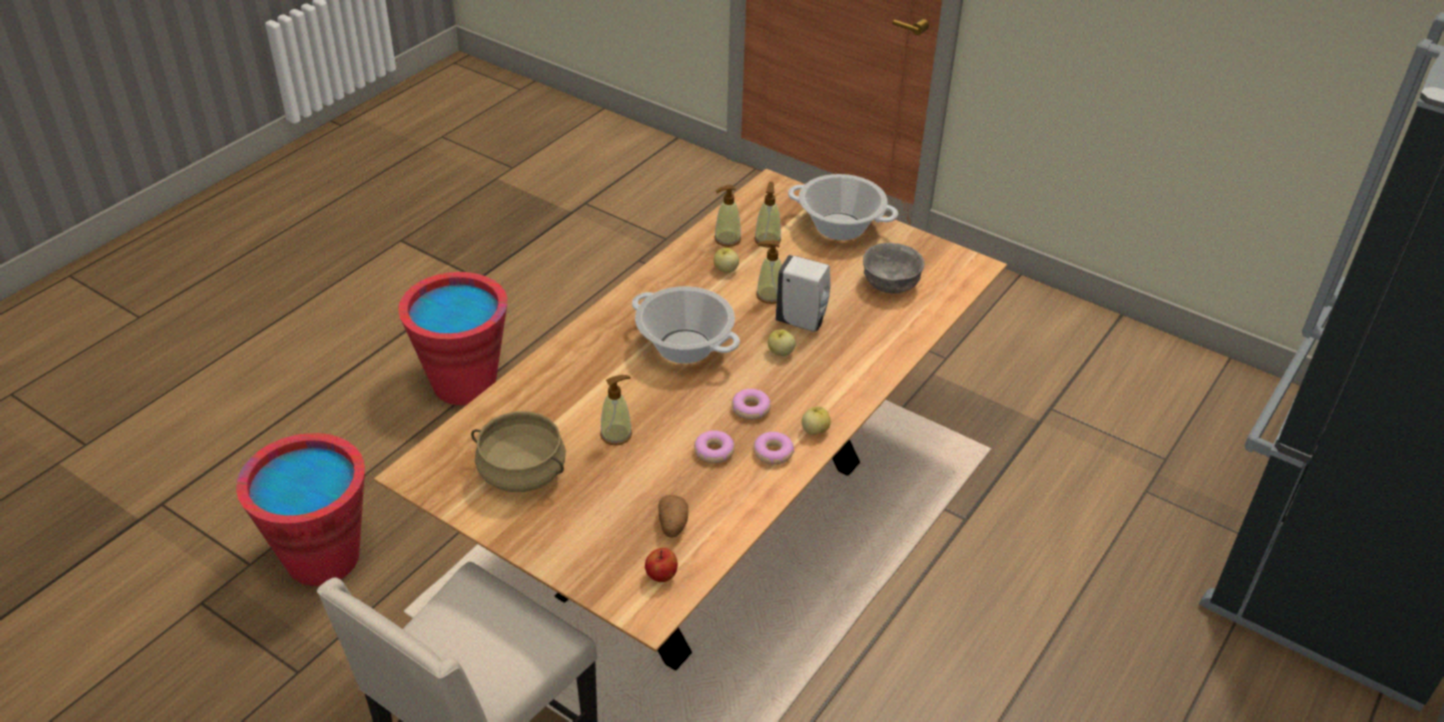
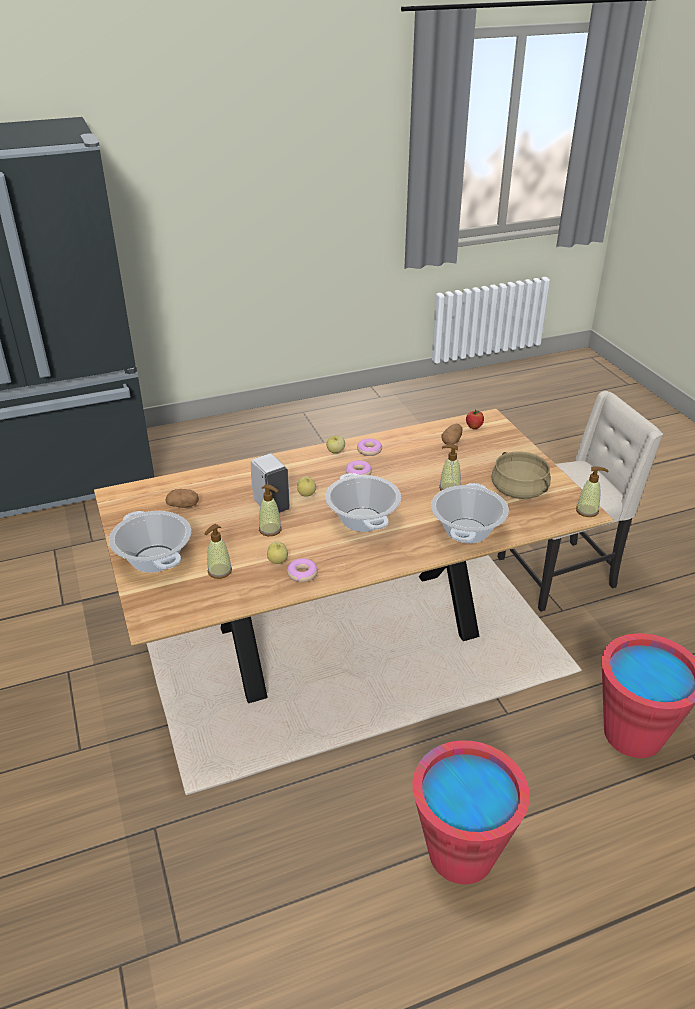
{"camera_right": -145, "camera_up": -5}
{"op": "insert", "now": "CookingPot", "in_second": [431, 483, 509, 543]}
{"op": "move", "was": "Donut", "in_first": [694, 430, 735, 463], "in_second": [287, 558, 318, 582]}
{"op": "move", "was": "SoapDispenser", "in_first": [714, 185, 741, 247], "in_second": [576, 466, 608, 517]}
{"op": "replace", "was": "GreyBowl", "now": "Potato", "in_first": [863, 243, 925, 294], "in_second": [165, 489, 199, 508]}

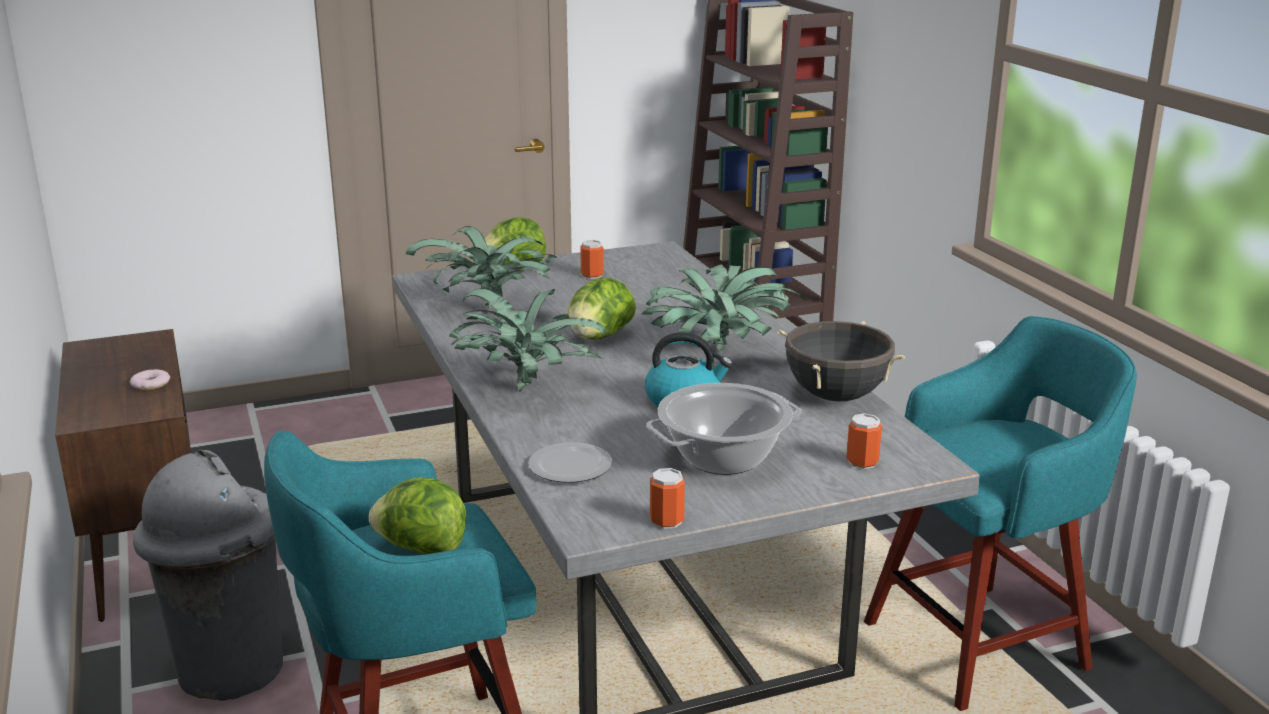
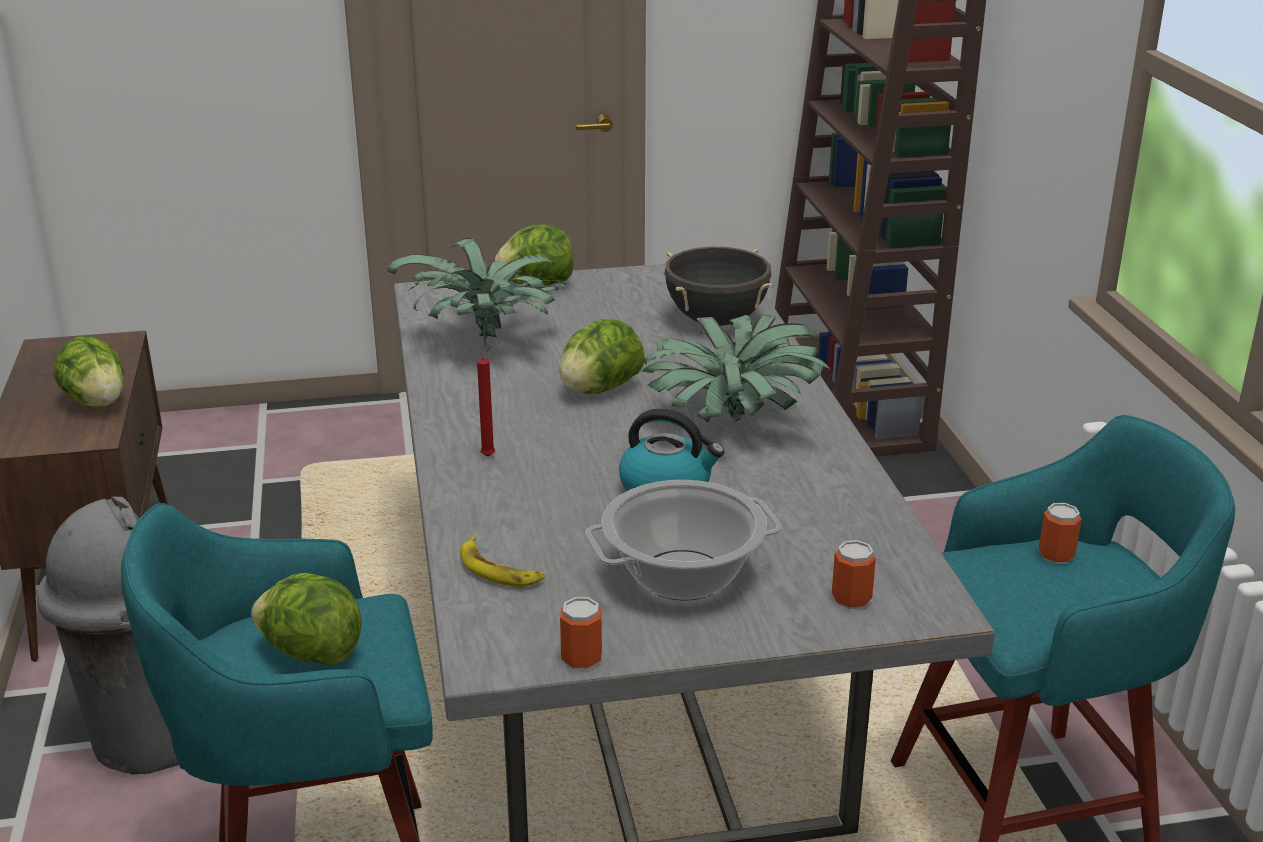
{"camera_right": 10, "camera_up": 5}
{"op": "move", "was": "Can", "in_first": [580, 240, 604, 279], "in_second": [1039, 503, 1082, 564]}
{"op": "move", "was": "BlackCookingPot", "in_first": [778, 321, 905, 401], "in_second": [664, 247, 773, 326]}
{"op": "replace", "was": "Donut", "now": "Lettuce", "in_first": [130, 369, 170, 390], "in_second": [53, 336, 124, 408]}
{"op": "replace", "was": "PottedPlant", "now": "RedCandle", "in_first": [449, 288, 606, 392], "in_second": [477, 346, 495, 457]}
{"op": "replace", "was": "Plate", "now": "Banana", "in_first": [529, 442, 612, 483], "in_second": [460, 535, 545, 587]}

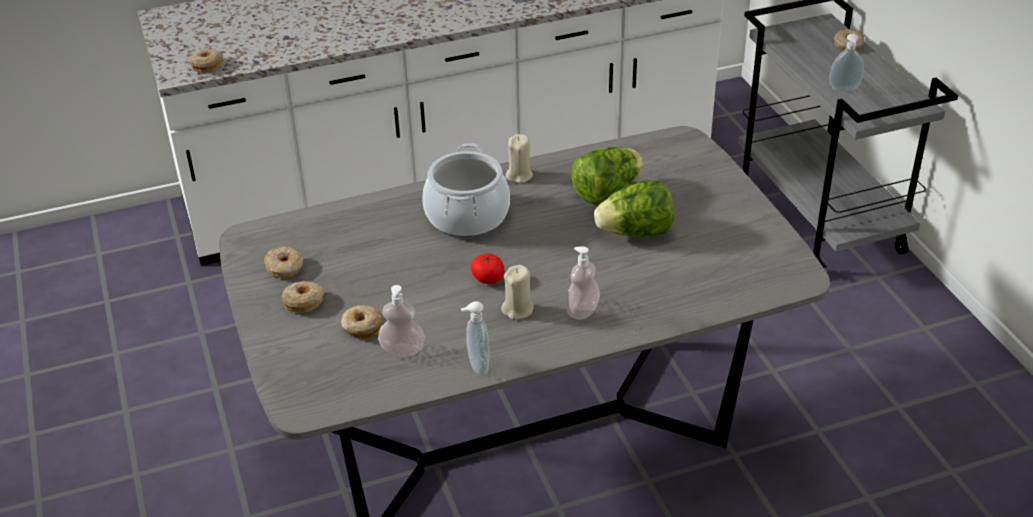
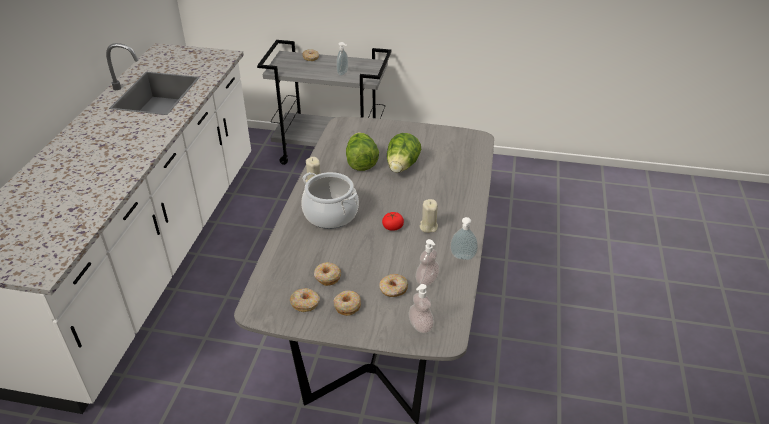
{"camera_right": -60, "camera_up": 0}
{"op": "move", "was": "Donut", "in_first": [190, 49, 223, 73], "in_second": [314, 262, 341, 286]}
{"op": "move", "was": "SoapDispenser", "in_first": [565, 246, 600, 320], "in_second": [409, 284, 434, 333]}

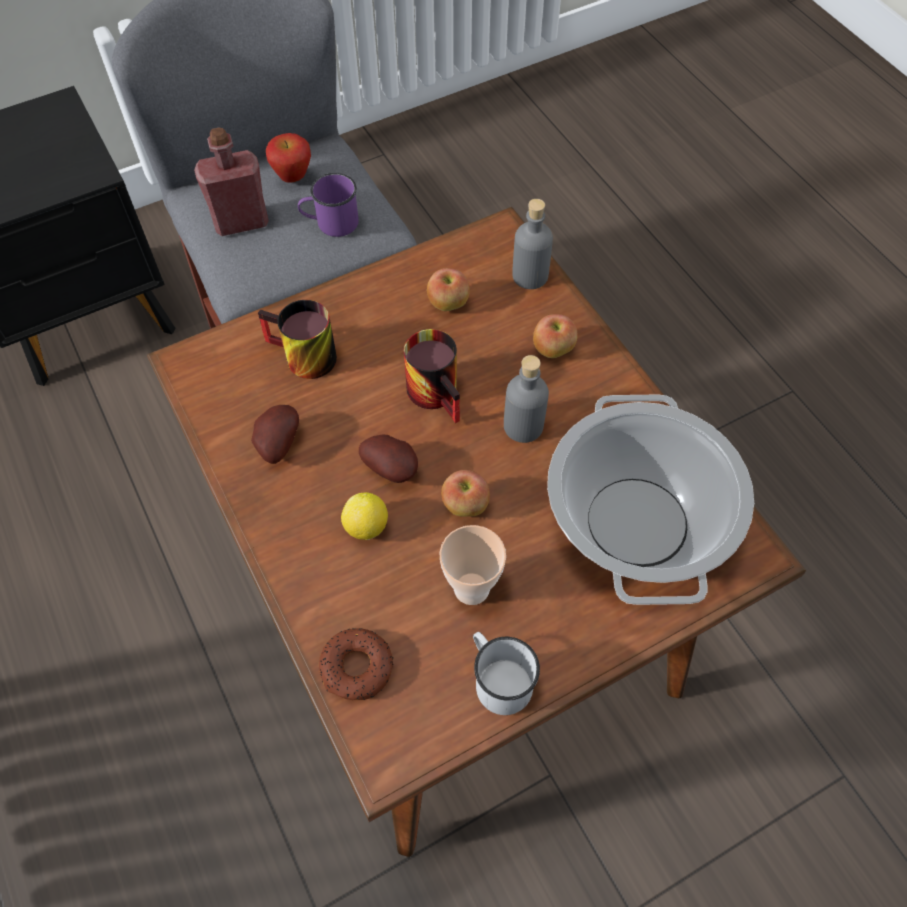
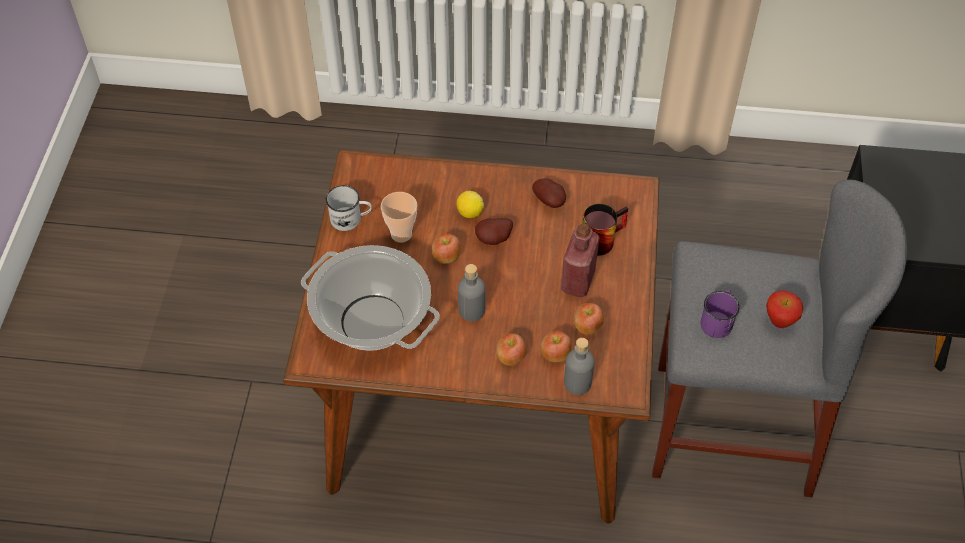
{"camera_right": 125, "camera_up": -5}
{"op": "delete", "was": "Donut", "in_first": [319, 628, 393, 700]}
{"op": "delete", "was": "Mug", "in_first": [404, 329, 460, 423]}
{"op": "insert", "now": "Apple", "in_second": [541, 331, 572, 362]}
{"op": "move", "was": "RedBottle", "in_first": [194, 128, 269, 236], "in_second": [561, 223, 600, 297]}

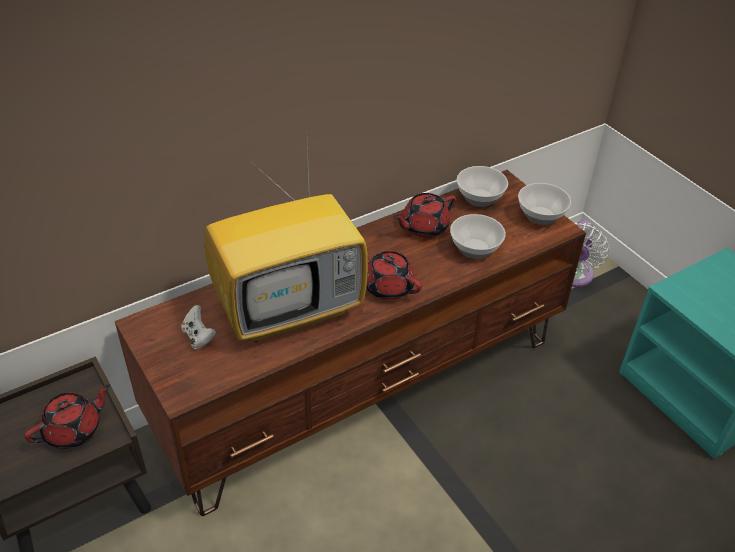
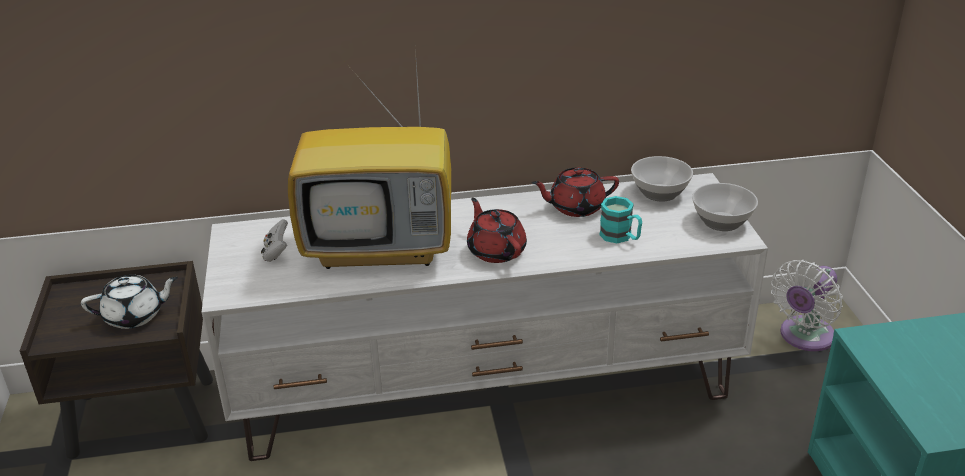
{"camera_right": 25, "camera_up": -10}
{"op": "replace", "was": "Bowl", "now": "TurquoiseMug", "in_first": [450, 214, 506, 259], "in_second": [599, 196, 642, 243]}
{"op": "recolor", "was": "RedTeapot", "now": "WhiteTeapot", "in_first": [24, 384, 111, 449], "in_second": [81, 275, 178, 329]}
{"op": "recolor", "was": "BrownTvStand", "now": "WhiteTvStand", "in_first": [115, 170, 586, 516], "in_second": [202, 173, 768, 461]}

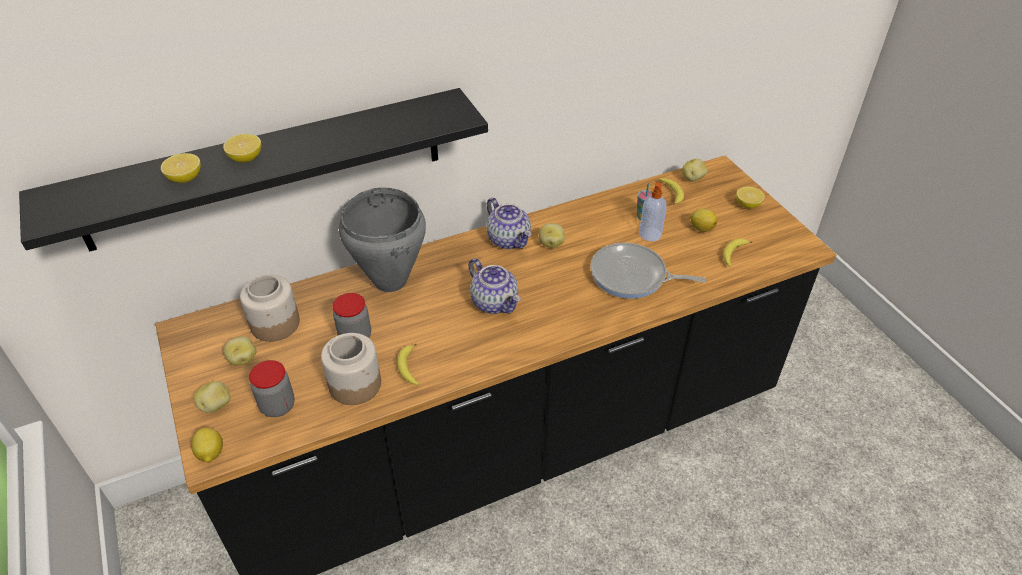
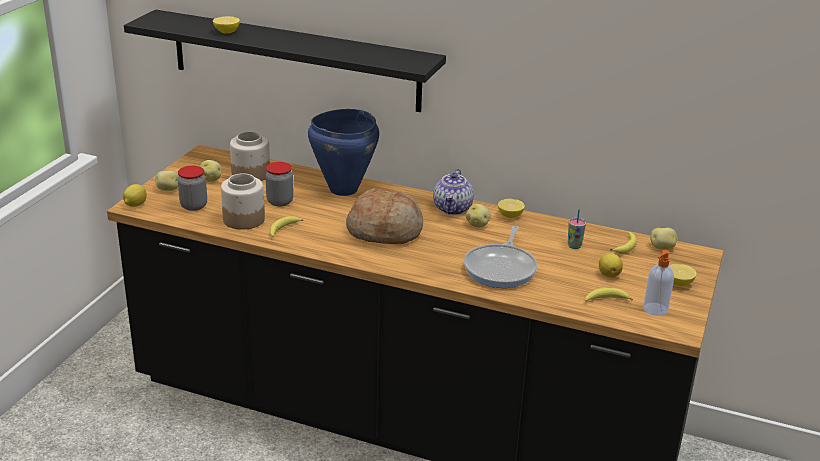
{"camera_right": 45, "camera_up": -15}
{"op": "move", "was": "Lemon", "in_first": [223, 134, 261, 162], "in_second": [498, 199, 525, 218]}
{"op": "move", "was": "SoapDispenser", "in_first": [639, 182, 667, 241], "in_second": [643, 250, 674, 316]}
{"op": "replace", "was": "Teapot", "now": "Bread", "in_first": [469, 258, 521, 314], "in_second": [346, 188, 423, 244]}
{"op": "recolor", "was": "GreyCookingPot", "now": "BlueCookingPot", "in_first": [339, 187, 426, 292], "in_second": [308, 109, 379, 196]}
{"op": "rotate", "was": "FryingPan", "in_first": [590, 243, 707, 299], "in_second": [464, 226, 537, 288], "clockwise": -135}

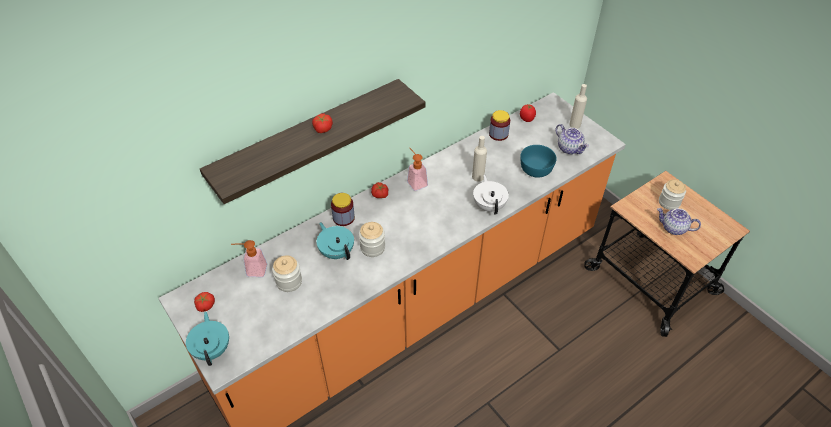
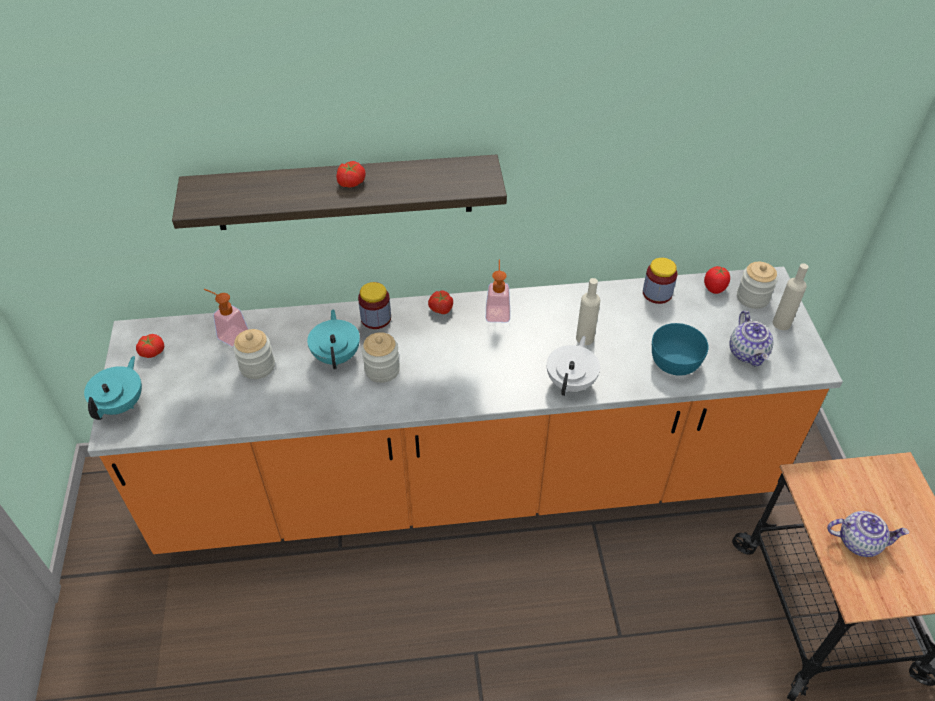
{"camera_right": 30, "camera_up": 0}
{"op": "move", "was": "Jar", "in_first": [659, 180, 686, 210], "in_second": [737, 262, 778, 309]}
{"op": "rotate", "was": "Teapot", "in_first": [657, 208, 701, 235], "in_second": [827, 511, 909, 557], "clockwise": 135}

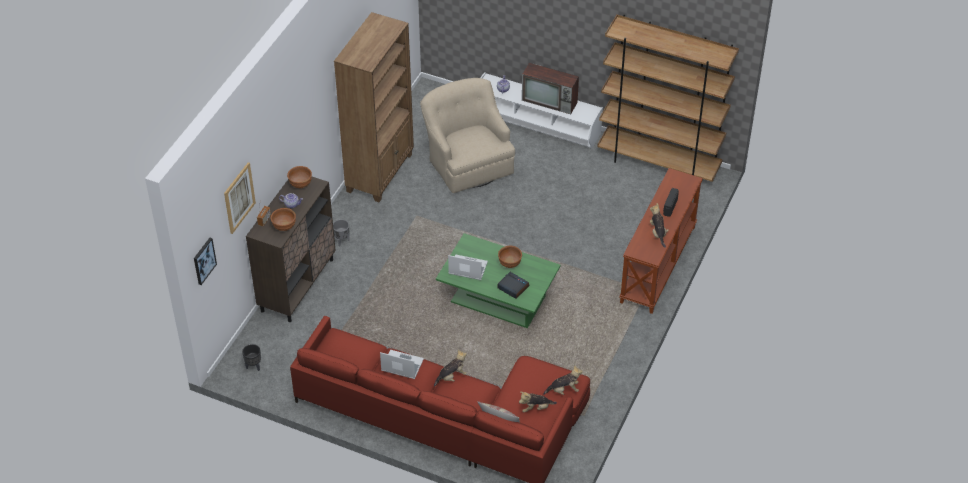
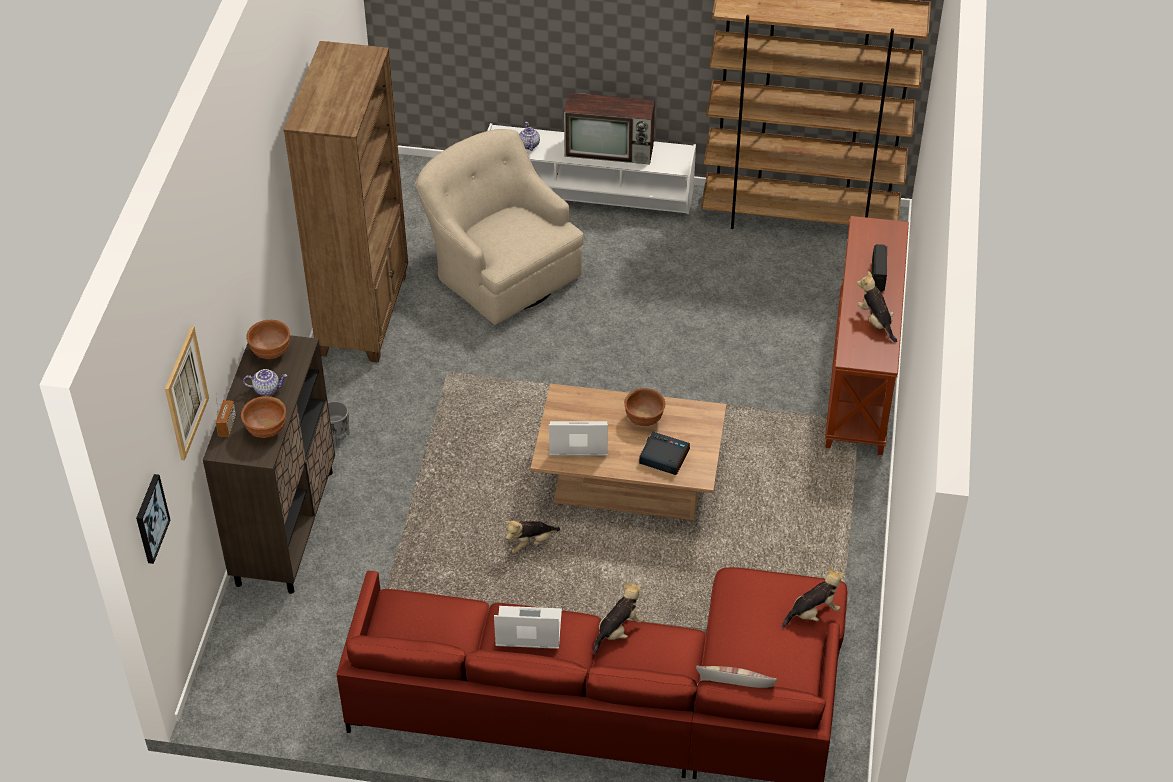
{"camera_right": -15, "camera_up": 0}
{"op": "delete", "was": "BlackPlanter", "in_first": [242, 344, 261, 371]}
{"op": "move", "was": "PlushToy", "in_first": [519, 392, 557, 412], "in_second": [505, 521, 560, 553]}
{"op": "recolor", "was": "GreenCoffeeTable", "now": "BrownCoffeeTable", "in_first": [436, 233, 561, 328], "in_second": [530, 384, 726, 520]}

